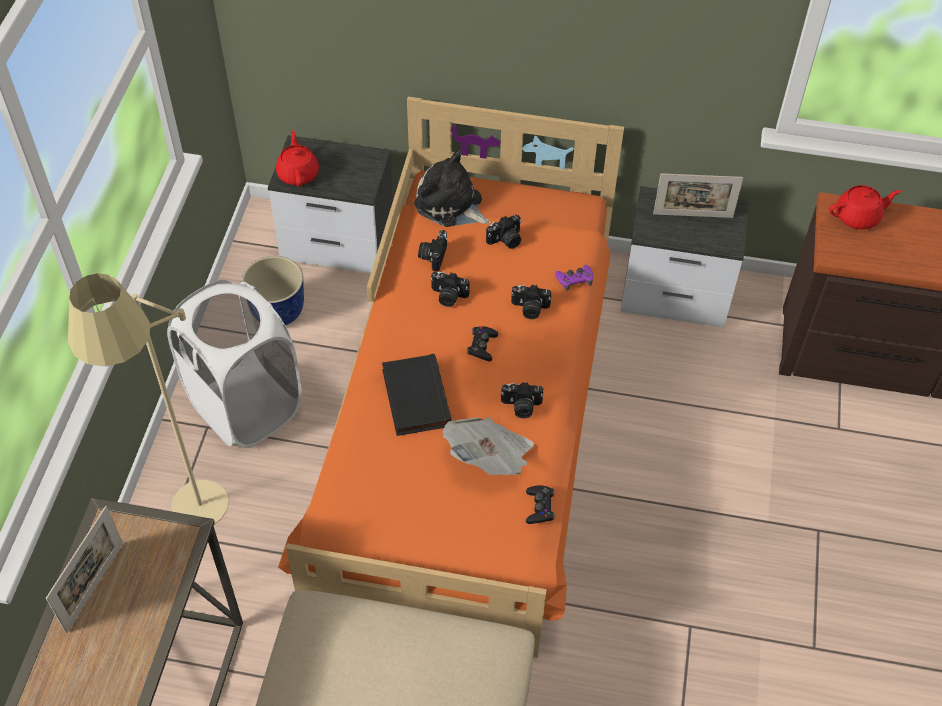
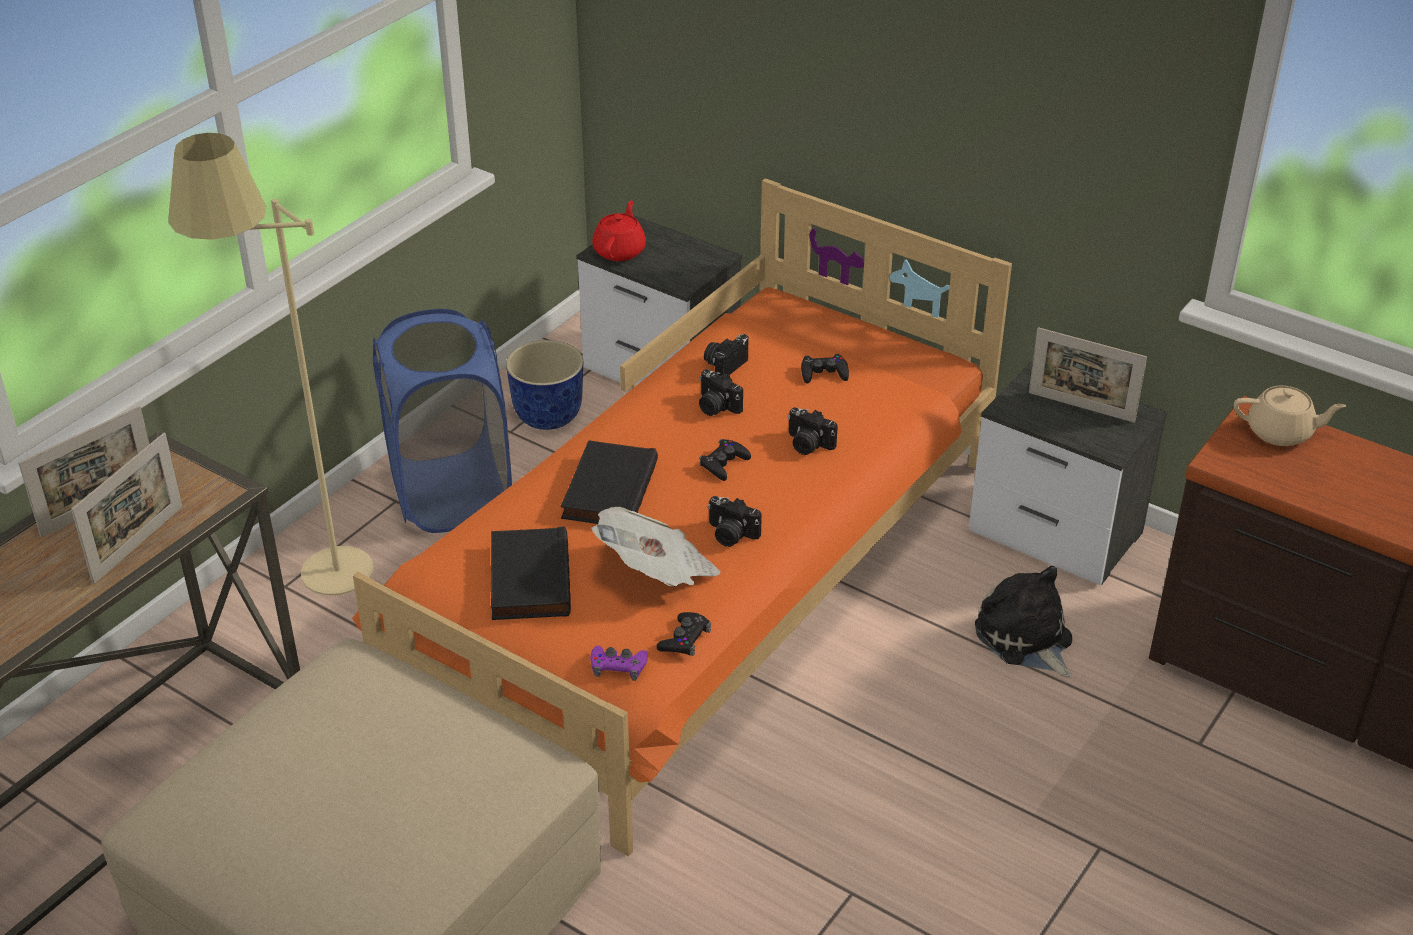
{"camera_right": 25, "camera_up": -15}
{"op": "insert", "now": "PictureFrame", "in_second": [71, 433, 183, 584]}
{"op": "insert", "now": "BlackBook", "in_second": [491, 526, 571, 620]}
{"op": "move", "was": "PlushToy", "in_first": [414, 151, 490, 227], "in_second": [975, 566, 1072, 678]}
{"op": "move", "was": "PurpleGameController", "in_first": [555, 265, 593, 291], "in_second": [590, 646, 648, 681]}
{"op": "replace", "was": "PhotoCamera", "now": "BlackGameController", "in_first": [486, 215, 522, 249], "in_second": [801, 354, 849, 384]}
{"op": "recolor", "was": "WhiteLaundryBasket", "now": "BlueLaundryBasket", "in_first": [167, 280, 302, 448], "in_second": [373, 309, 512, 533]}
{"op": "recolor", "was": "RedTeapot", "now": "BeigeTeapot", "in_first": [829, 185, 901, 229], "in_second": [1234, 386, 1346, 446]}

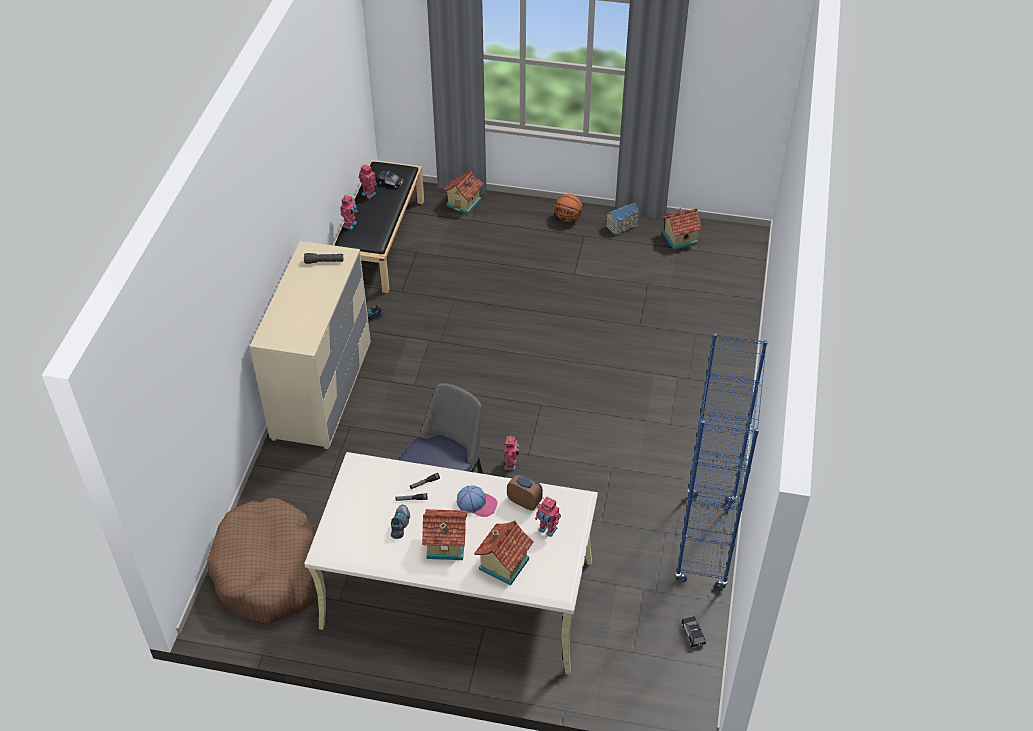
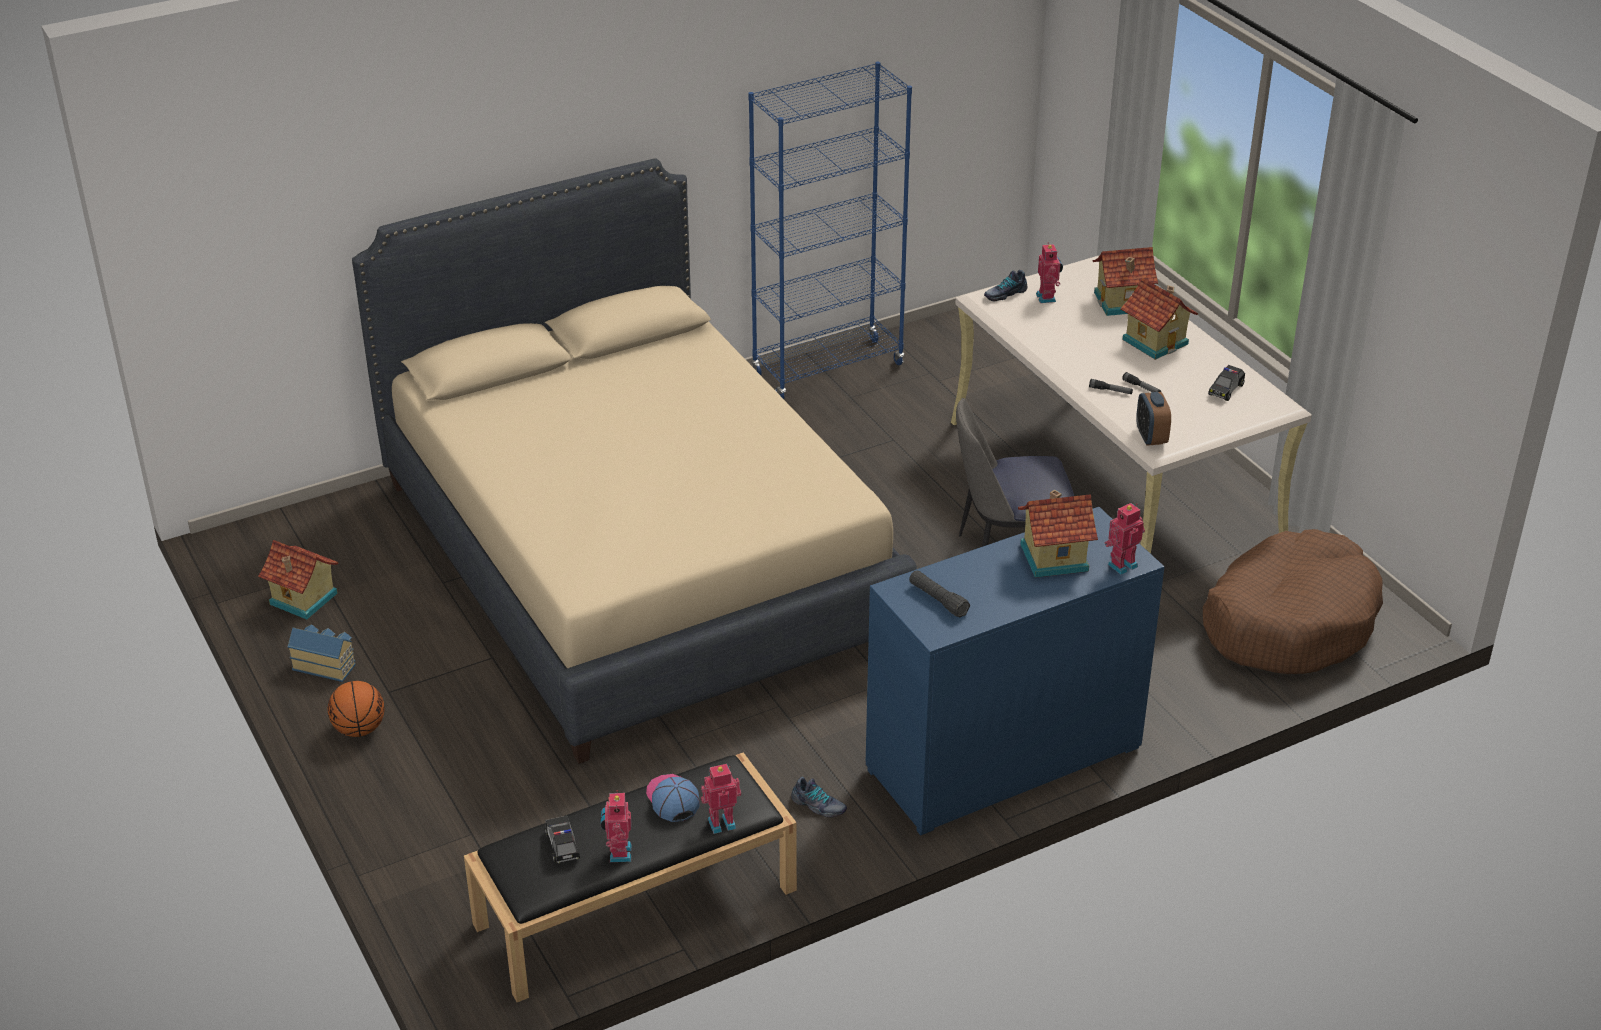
{"camera_right": -130, "camera_up": -10}
{"op": "insert", "now": "BeigeBed", "in_second": [352, 158, 917, 764]}
{"op": "move", "was": "Shoe", "in_first": [391, 505, 410, 539], "in_second": [984, 270, 1028, 301]}
{"op": "move", "was": "ToyHouse", "in_first": [443, 168, 484, 214], "in_second": [1018, 490, 1098, 578]}
{"op": "move", "was": "Cap", "in_first": [457, 485, 498, 517], "in_second": [646, 774, 700, 822]}
{"op": "move", "was": "ToyRobot", "in_first": [504, 435, 520, 471], "in_second": [1105, 503, 1145, 575]}
{"op": "move", "was": "AlarmClock", "in_first": [507, 473, 543, 511], "in_second": [1136, 392, 1171, 446]}
{"op": "move", "was": "ToyCar", "in_first": [682, 616, 706, 648], "in_second": [1208, 365, 1245, 401]}
{"op": "recolor", "was": "BeigeDresser", "now": "BlueDresser", "in_first": [250, 241, 371, 449], "in_second": [866, 507, 1165, 835]}

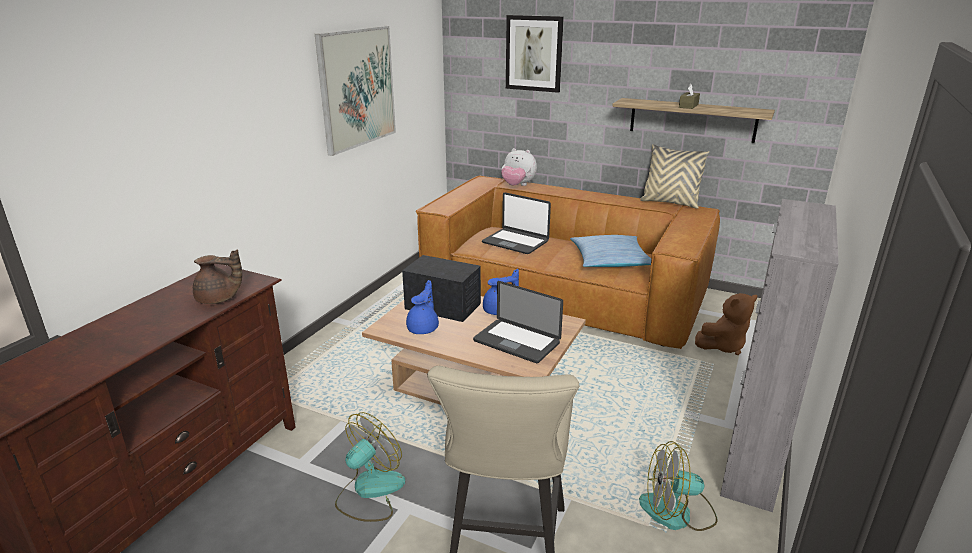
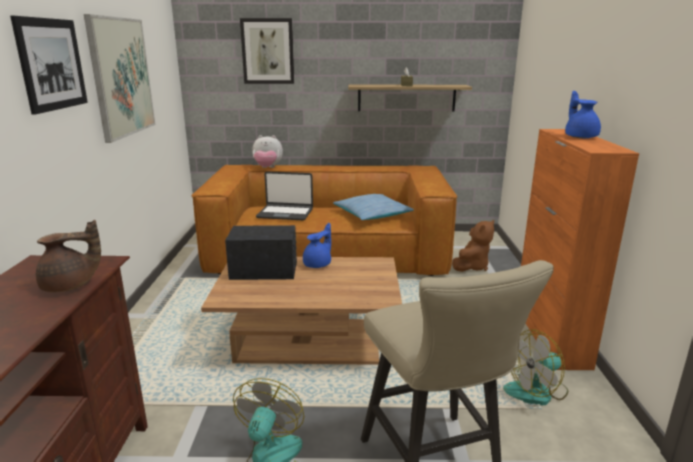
{"camera_right": -25, "camera_up": -5}
{"op": "delete", "was": "Laptop", "in_first": [473, 281, 563, 363]}
{"op": "delete", "was": "BeigePillow", "in_first": [640, 144, 710, 209]}
{"op": "insert", "now": "Picture", "in_second": [10, 16, 88, 115]}
{"op": "move", "was": "BlueTeapot", "in_first": [406, 280, 439, 334], "in_second": [565, 91, 601, 138]}
{"op": "recolor", "was": "GreyCabinet", "now": "OrangeCabinet", "in_first": [720, 199, 839, 512], "in_second": [521, 129, 639, 370]}

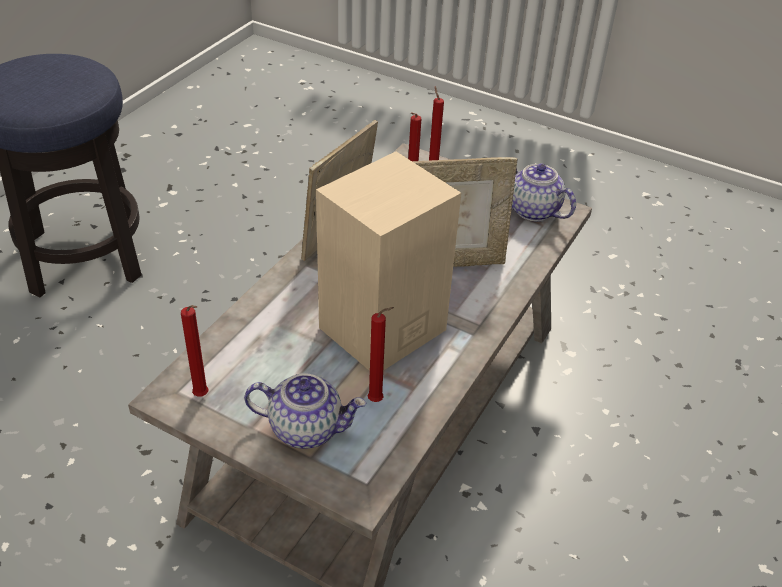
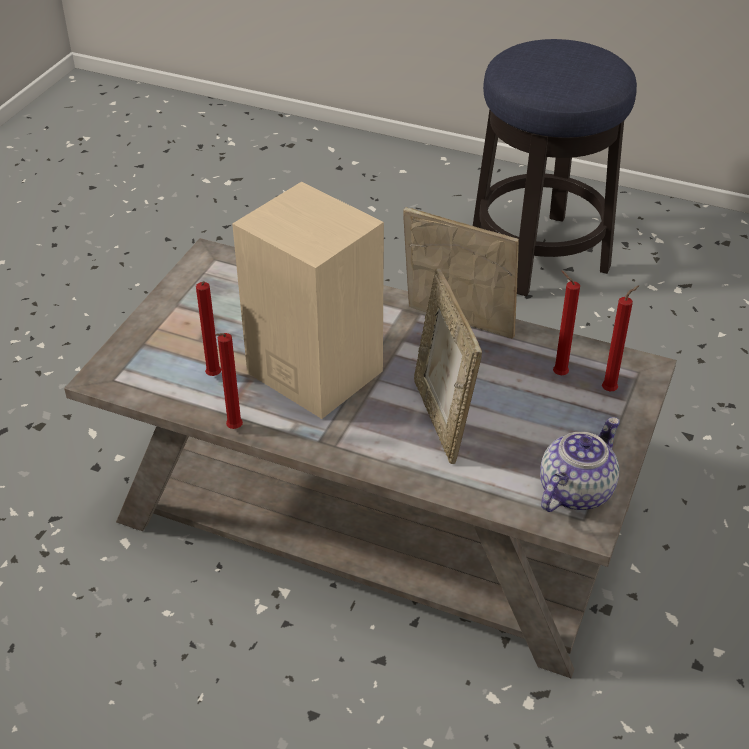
{"camera_right": 85, "camera_up": 0}
{"op": "delete", "was": "Teapot", "in_first": [244, 373, 366, 449]}
{"op": "move", "was": "RedCandle", "in_first": [181, 305, 208, 397], "in_second": [215, 333, 243, 429]}

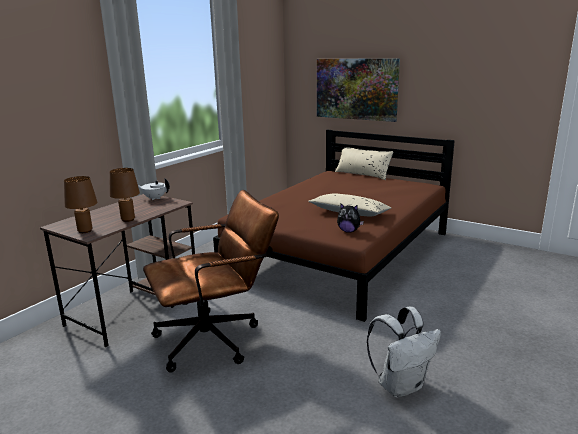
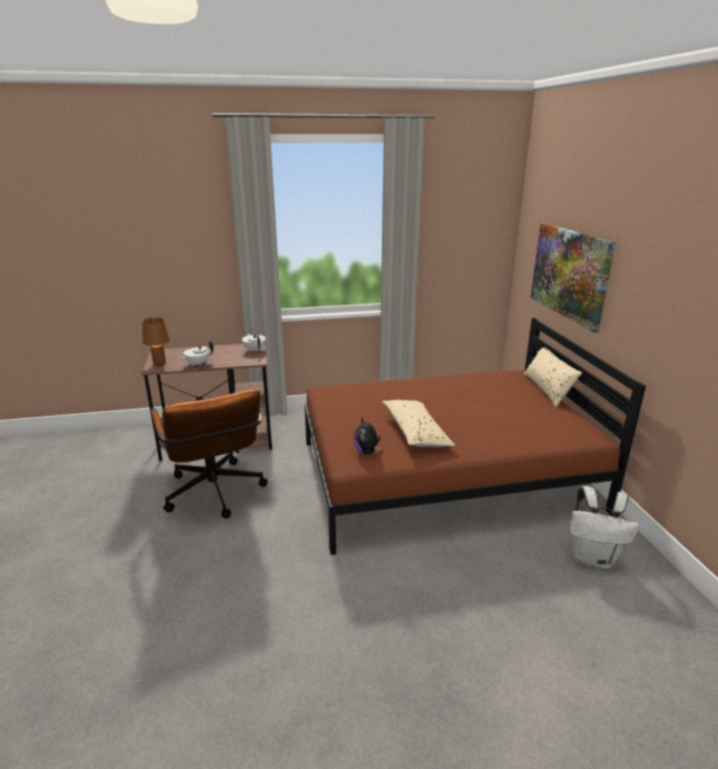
{"camera_right": 45, "camera_up": 5}
{"op": "move", "was": "WhiteBackpack", "in_first": [367, 307, 441, 398], "in_second": [569, 486, 639, 569]}
{"op": "replace", "was": "BrownTableLamp", "now": "WhiteTeapot", "in_first": [110, 168, 140, 222], "in_second": [178, 341, 214, 366]}
{"op": "rotate", "was": "BrownOfficeChair", "in_first": [143, 190, 279, 373], "in_second": [150, 390, 268, 519], "clockwise": 45}

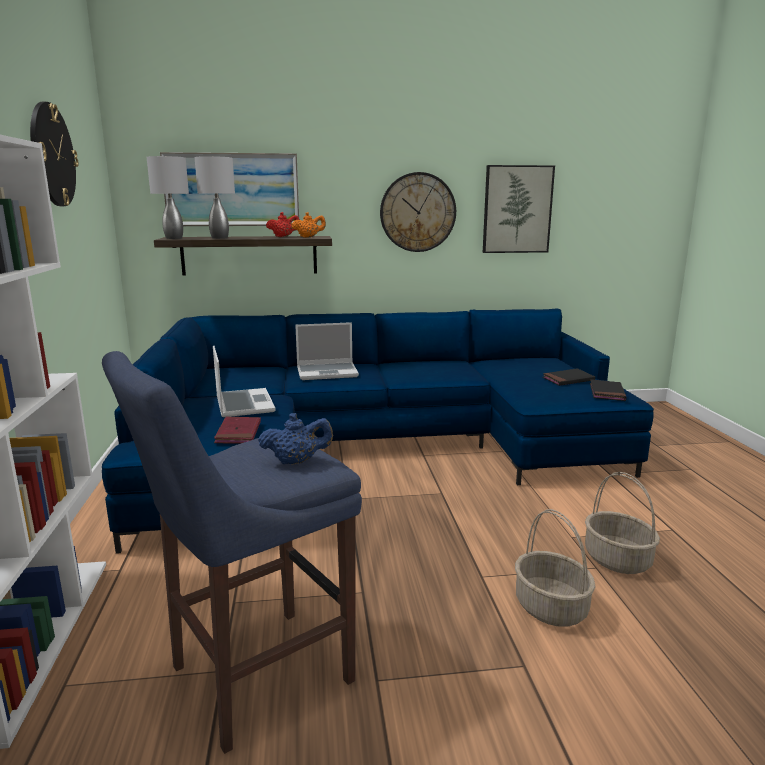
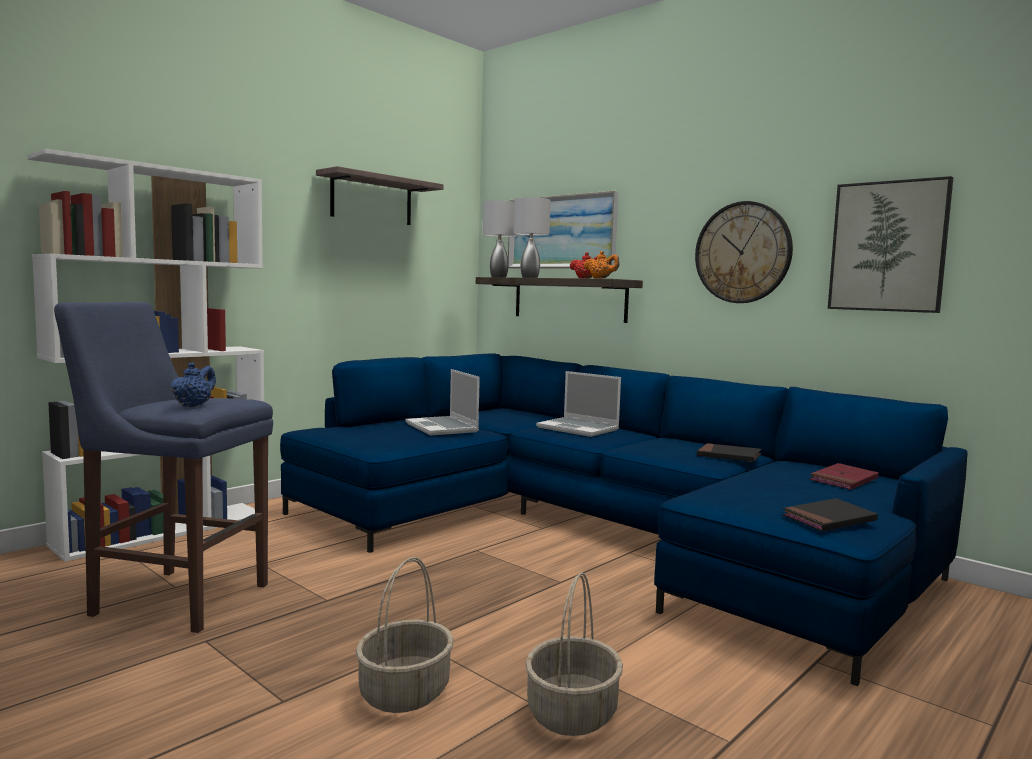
{"camera_right": 50, "camera_up": -10}
{"op": "move", "was": "RedBook", "in_first": [214, 417, 261, 444], "in_second": [810, 463, 879, 490]}
{"op": "move", "was": "BlackBook", "in_first": [542, 368, 595, 386], "in_second": [697, 443, 762, 462]}
{"op": "replace", "was": "WallClock", "now": "Shelf", "in_first": [30, 102, 78, 206], "in_second": [316, 166, 444, 225]}
{"op": "rotate", "was": "Laptop", "in_first": [213, 346, 276, 417], "in_second": [405, 369, 480, 435], "clockwise": 120}
{"op": "rotate", "was": "BlueTeapot", "in_first": [258, 413, 333, 465], "in_second": [171, 362, 216, 407], "clockwise": -120}

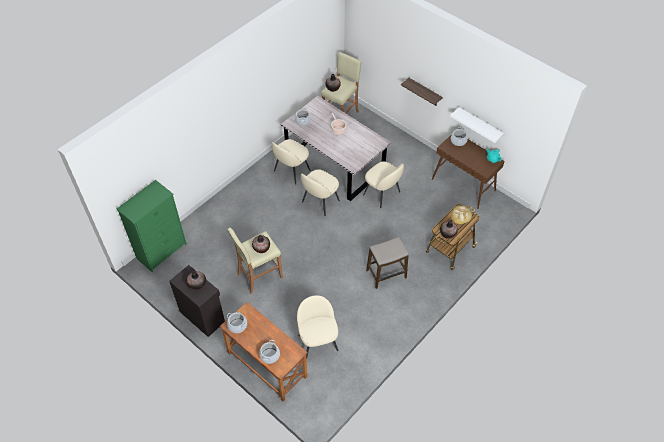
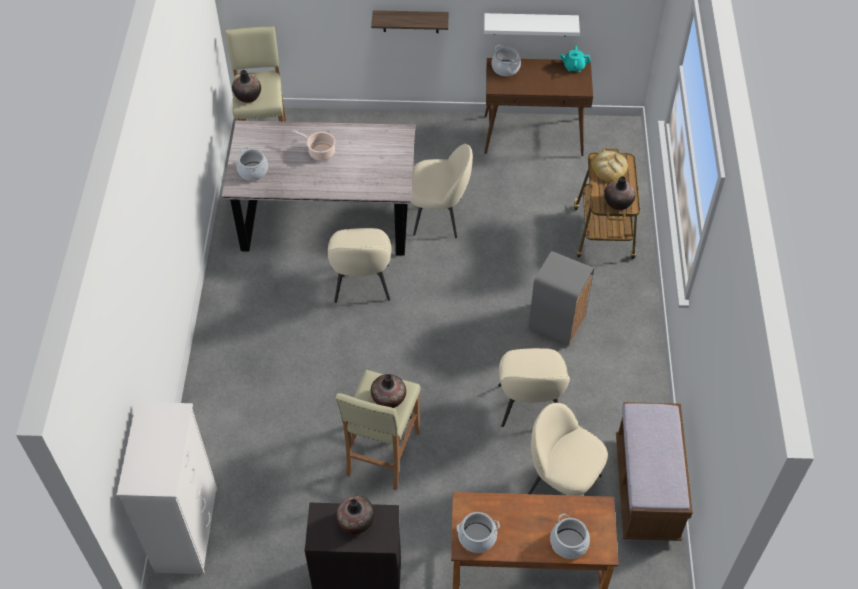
{"camera_right": -40, "camera_up": 0}
{"op": "insert", "now": "BrownBench", "in_second": [616, 402, 693, 541]}
{"op": "move", "was": "BeigeChair", "in_first": [271, 139, 311, 185], "in_second": [498, 348, 570, 427]}
{"op": "replace", "was": "Stool", "now": "GreyTrashCan", "in_first": [366, 237, 409, 289], "in_second": [529, 251, 594, 345]}
{"op": "recolor", "was": "GreenDresser", "now": "WhiteDresser", "in_first": [117, 180, 187, 272], "in_second": [117, 402, 218, 574]}

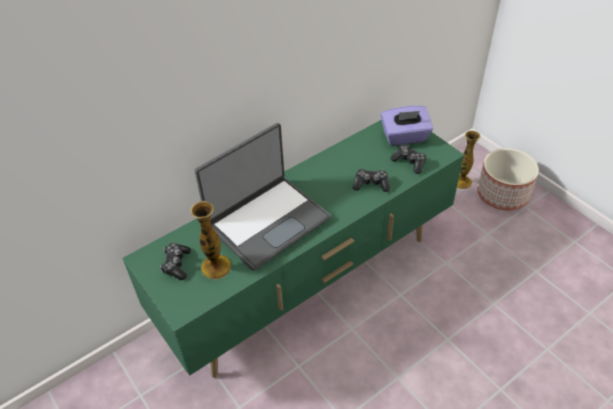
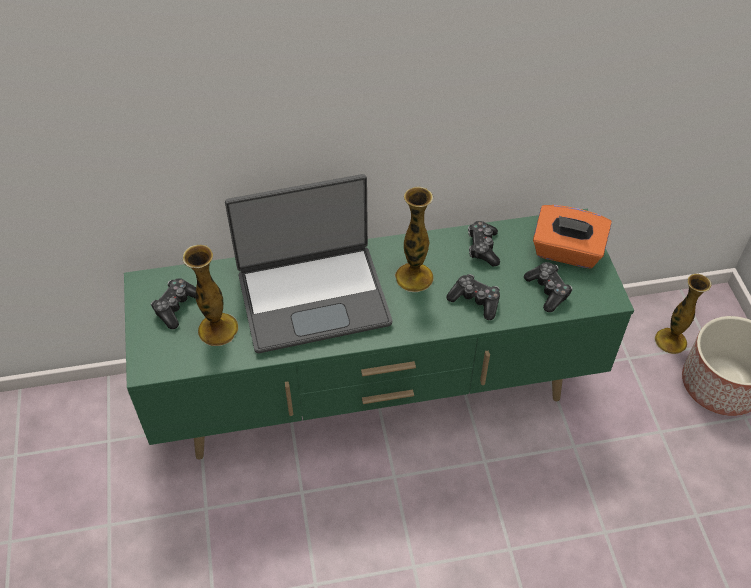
{"camera_right": 25, "camera_up": 5}
{"op": "insert", "now": "Vase", "in_second": [395, 187, 434, 292]}
{"op": "insert", "now": "GameController", "in_second": [468, 221, 500, 266]}
{"op": "recolor", "was": "PurpleTissueBox", "now": "OrangeTissueBox", "in_first": [381, 106, 433, 146], "in_second": [533, 205, 612, 269]}

